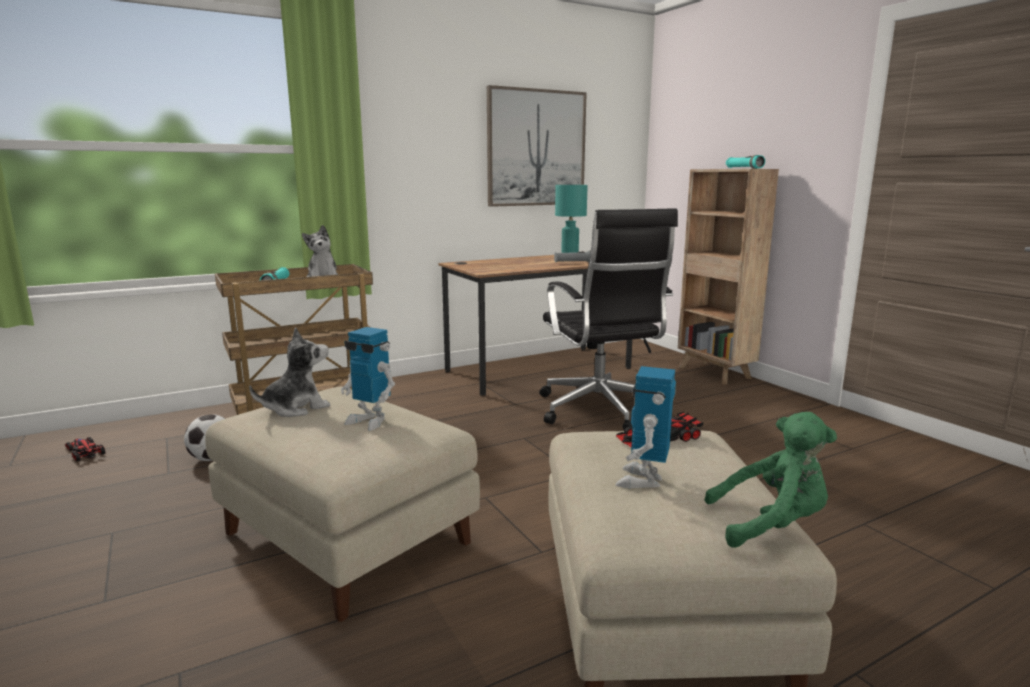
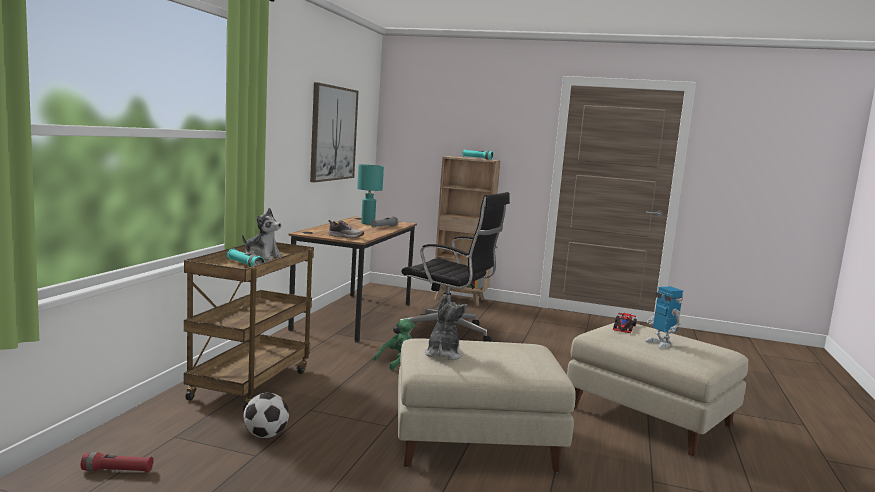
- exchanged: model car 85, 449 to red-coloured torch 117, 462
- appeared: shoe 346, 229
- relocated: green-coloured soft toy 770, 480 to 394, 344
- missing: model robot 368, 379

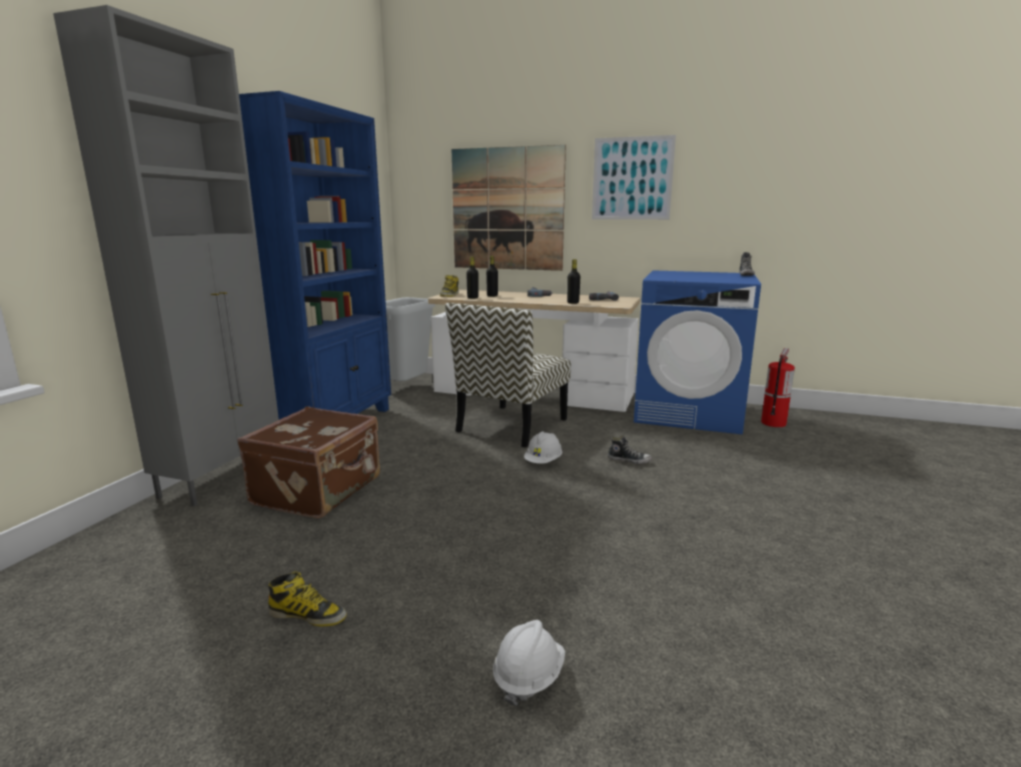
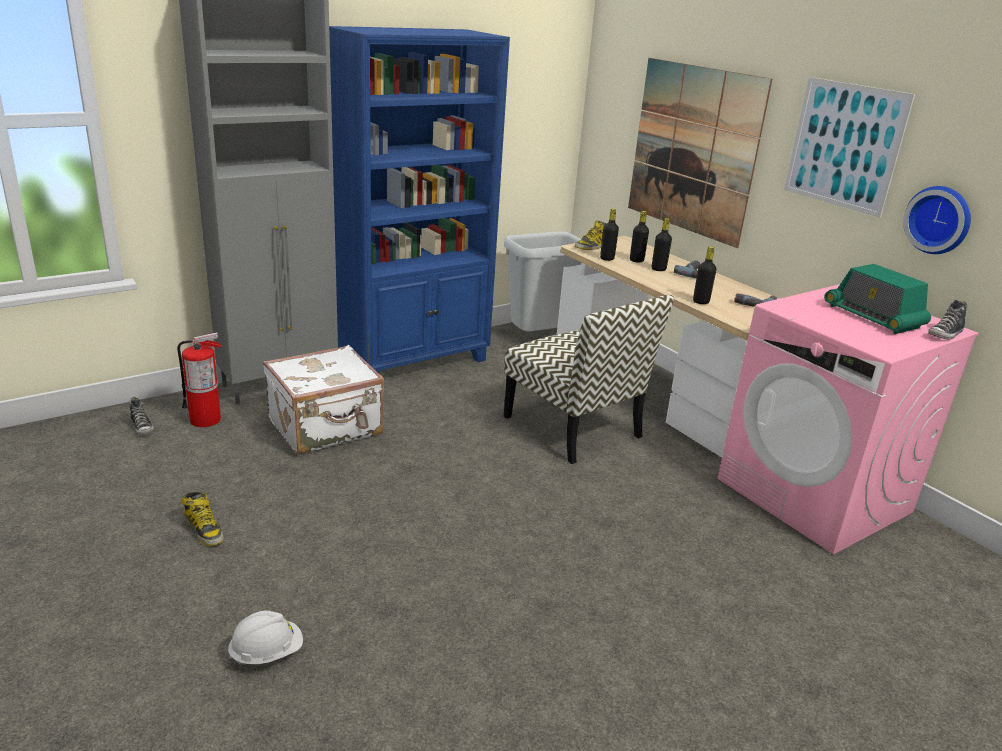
- relocated: shoe 630, 449 to 141, 416
- relocated: fire-fighting cylinder 778, 387 to 199, 379
- colour: brown-coloured travel case 308, 463 to white-coloured travel case 323, 400
- spun: chair 508, 375 = 589, 379 105 degrees counterclockwise
- appeared: blackish beverage bottle 662, 244
- colour: blue laundry appliance 697, 352 to pink laundry appliance 848, 419
- appeared: radio set 877, 299
- appeared: wall clock 937, 220
- missing: white-coloured safety helmet 543, 448

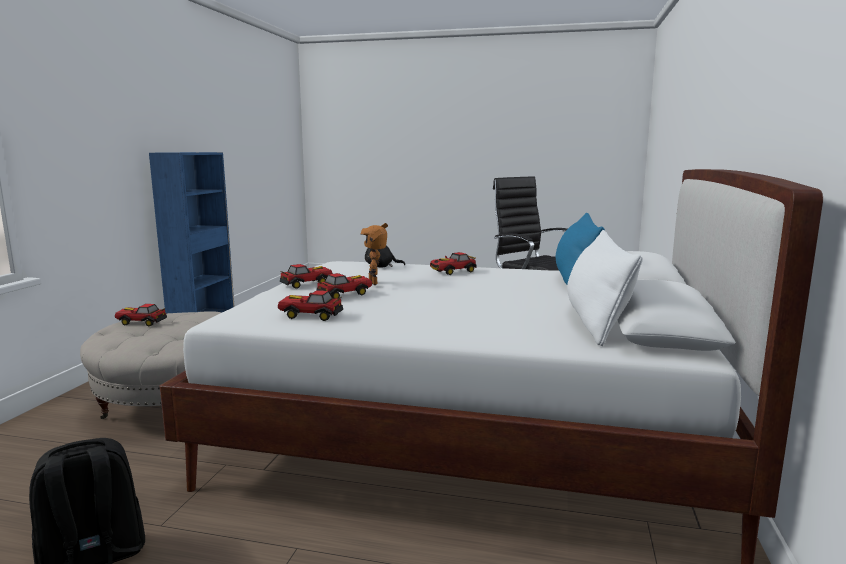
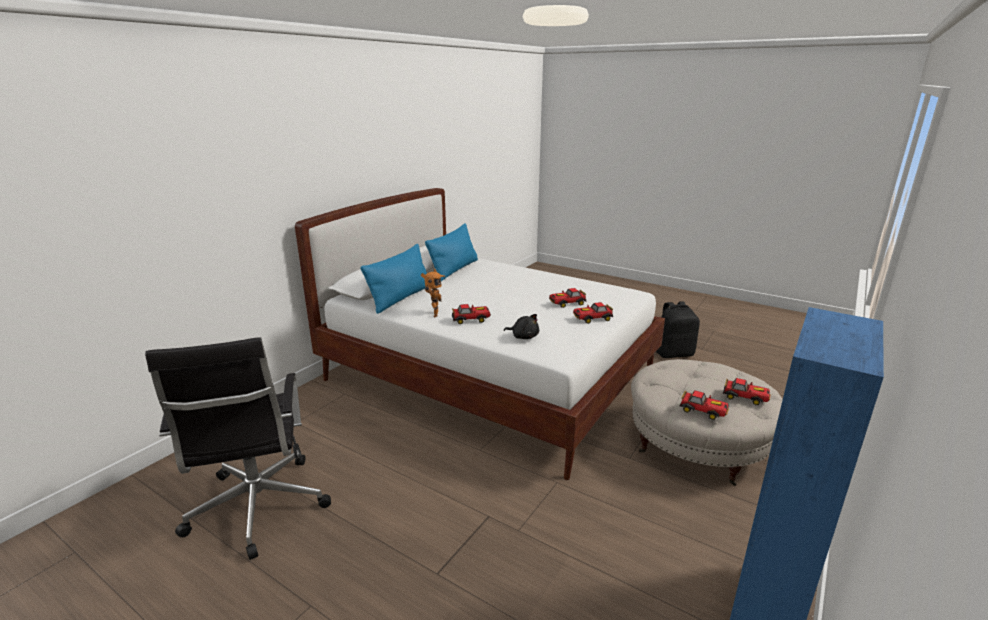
- relocated: model robot 374, 254 to 433, 293
- colour: white-coloured pillow 605, 288 to blue pillow 451, 252
- relocated: model car 310, 305 to 704, 405

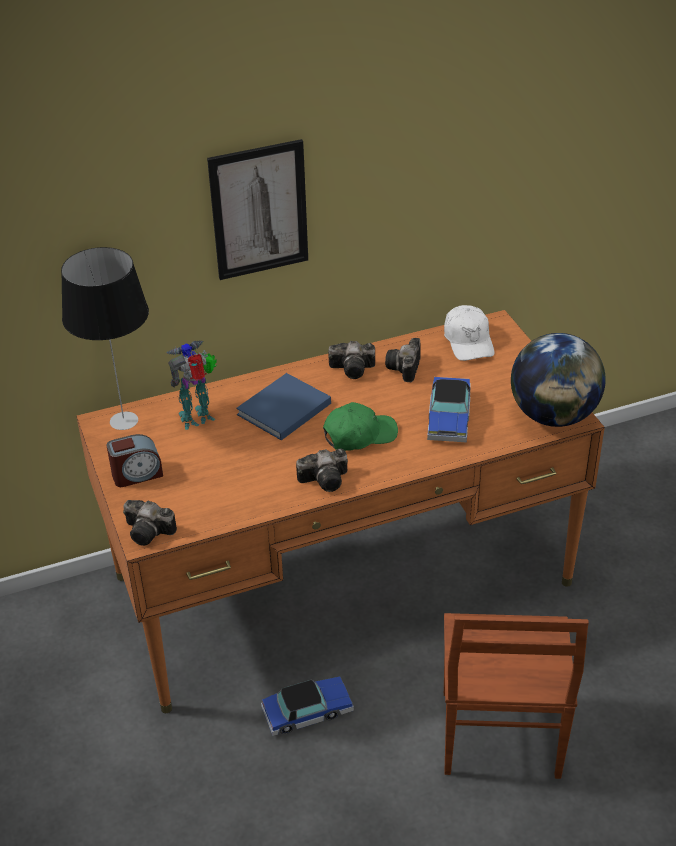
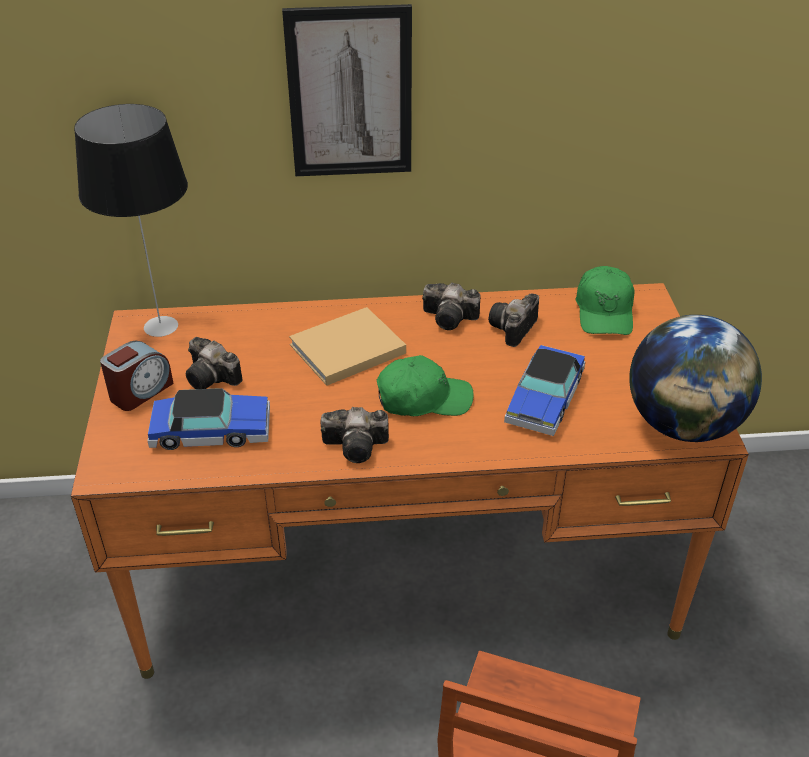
- spun: bedside clock 134, 460 = 137, 376 45 degrees counterclockwise
- relocated: model car 307, 706 to 208, 419
- relocated: photo camera 150, 523 to 214, 363
- colour: blue volume 283, 406 to sand-coloured volume 347, 346
- colour: white-coloured cap 469, 333 to green-coloured cap 604, 300
- missing: model robot 191, 385

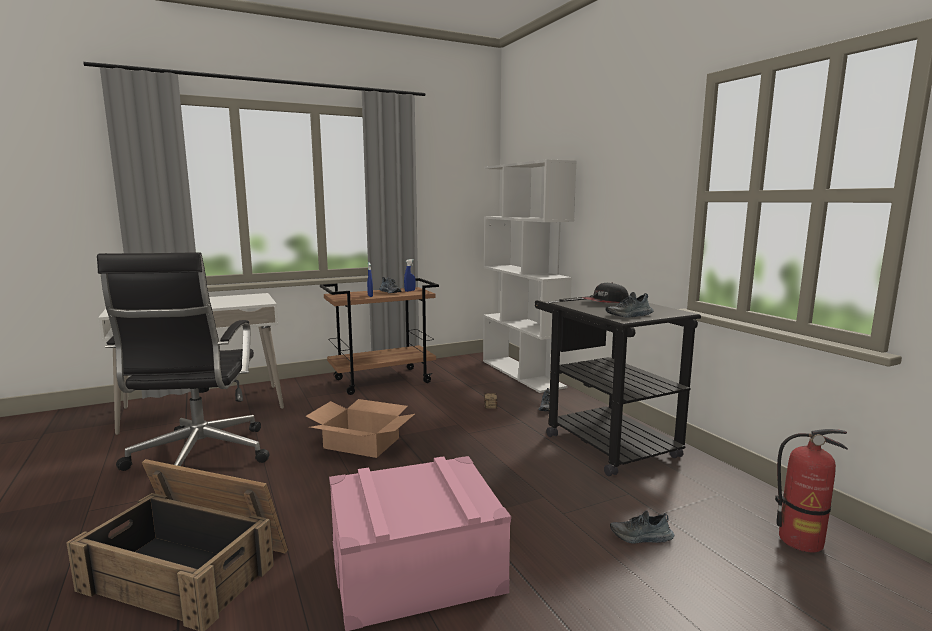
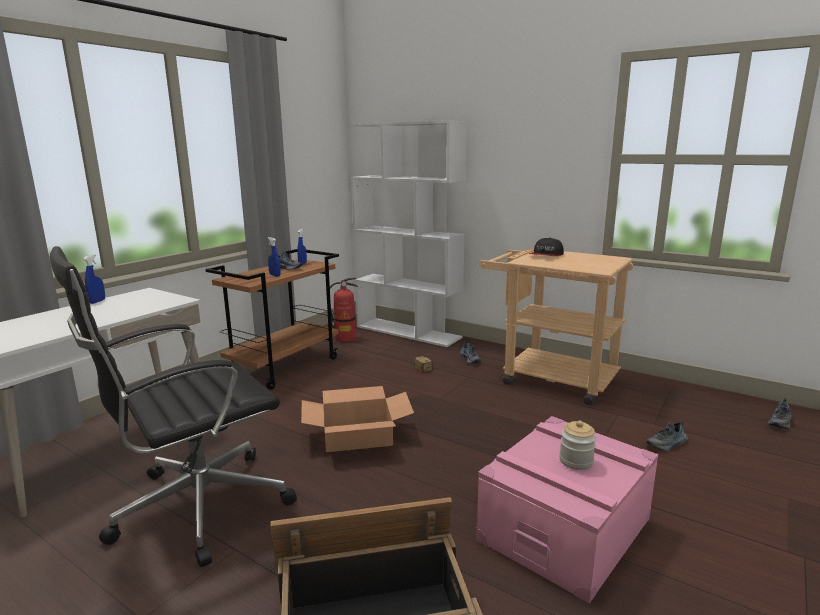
- spun: blackish computer chair 183, 361 = 173, 406 90 degrees clockwise
- appeared: blue hand sprayer 94, 279
- relocated: fire-fighting cylinder 811, 490 to 344, 310
- colour: blackish cart 618, 385 to sand-coloured cart 556, 327
- appeared: storage jar 577, 445
- relocated: shoe 630, 305 to 779, 413

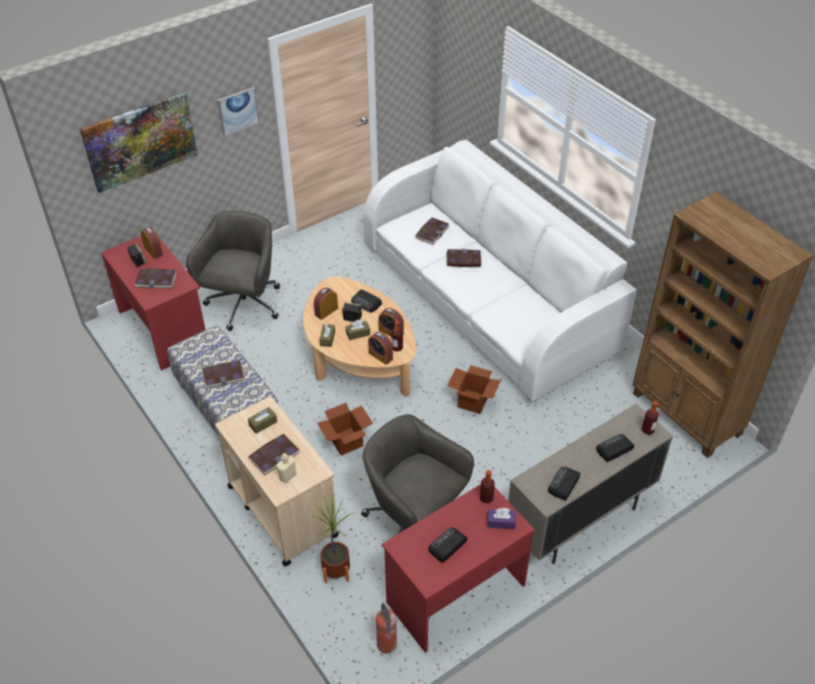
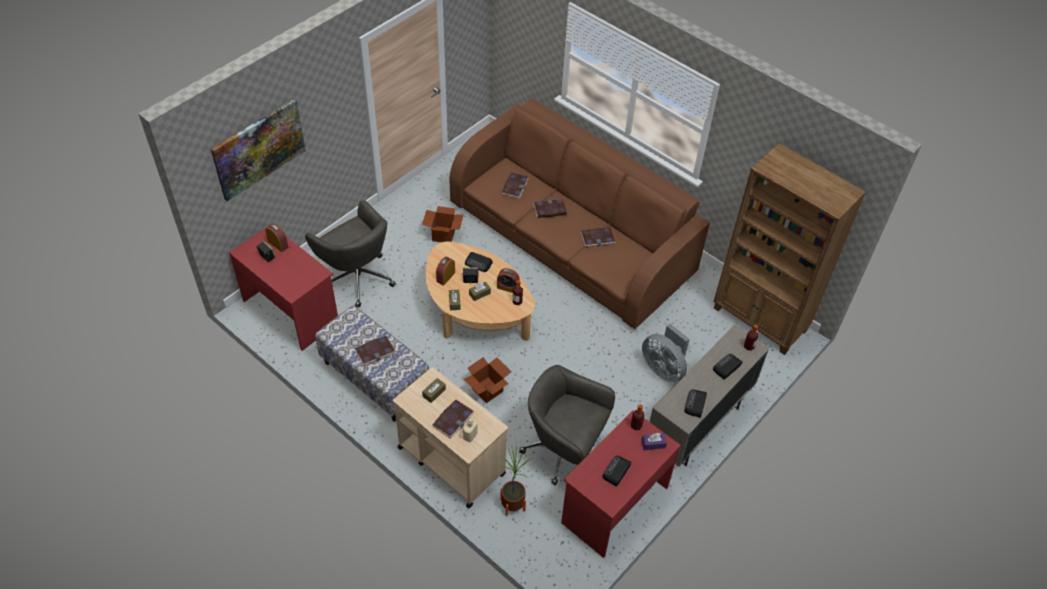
- spun: gray computer chair 233, 270 = 350, 254 135 degrees clockwise
- relocated: packing box 474, 389 to 443, 224
- colour: white-coloured settee 500, 271 to brown-coloured settee 579, 213
- relocated: volume 156, 278 to 598, 237
- appeared: gray cooling fan 666, 353
- missing: wall art 238, 111
- missing: bedside clock 380, 348
- missing: fire-fighting cylinder 386, 628

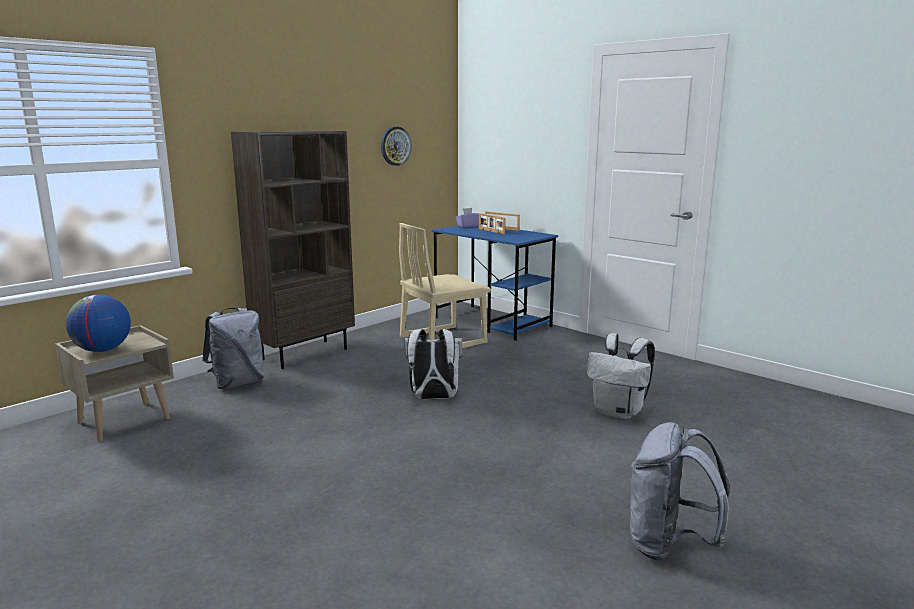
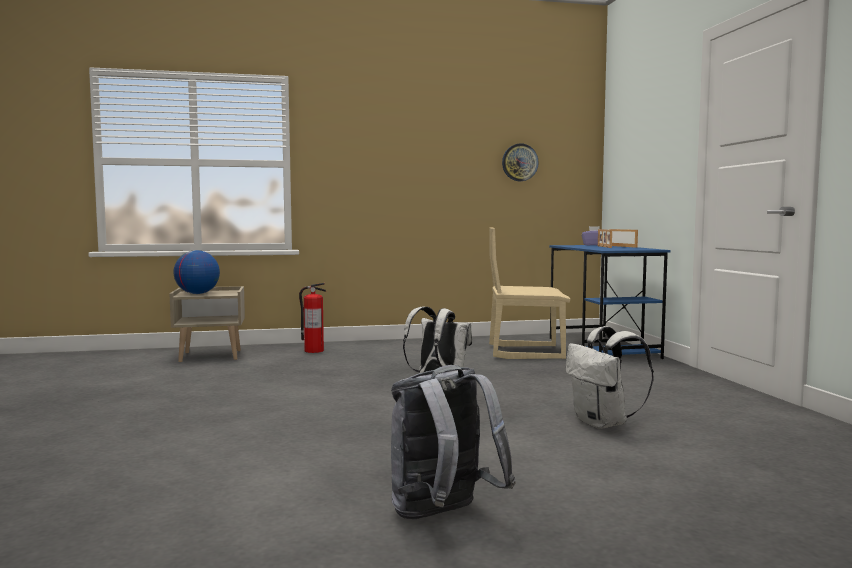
- exchanged: gray backpack 233, 348 to fire-fighting cylinder 312, 318
- missing: brown-coloured bookcase 293, 249

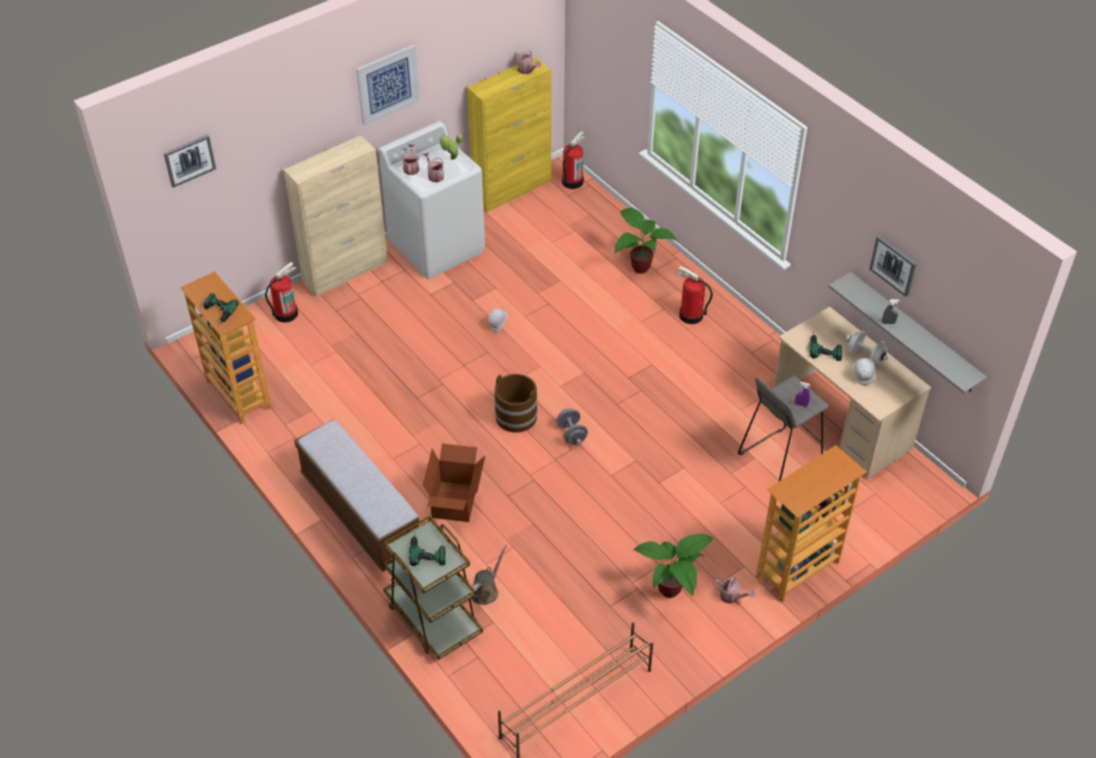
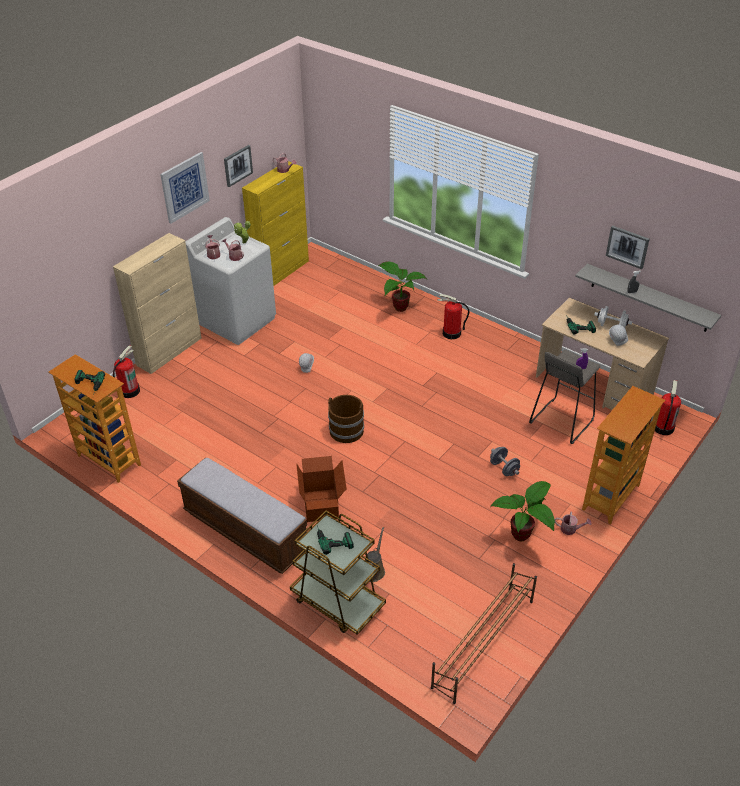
- relocated: wall art 190, 161 to 238, 166
- relocated: gray dumbbell 572, 427 to 505, 461
- relocated: fire-fighting cylinder 573, 160 to 668, 407

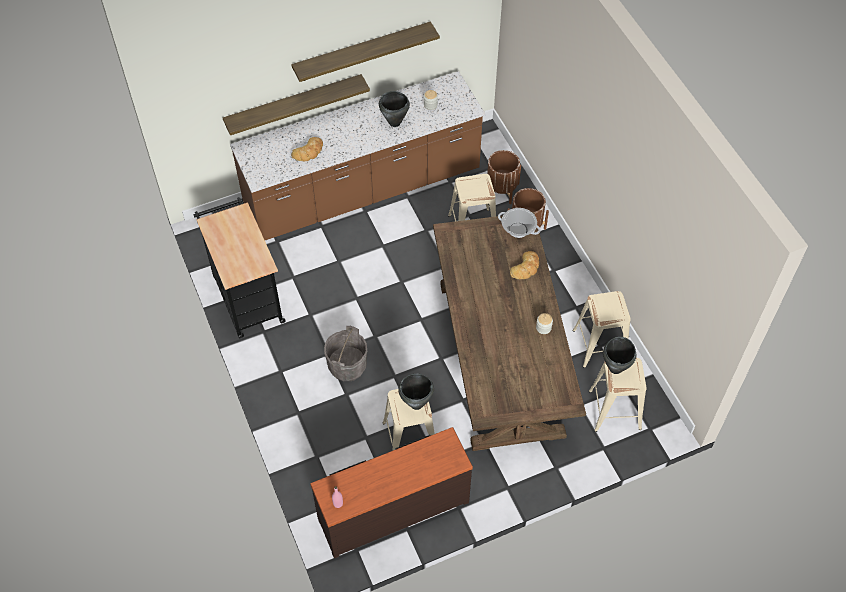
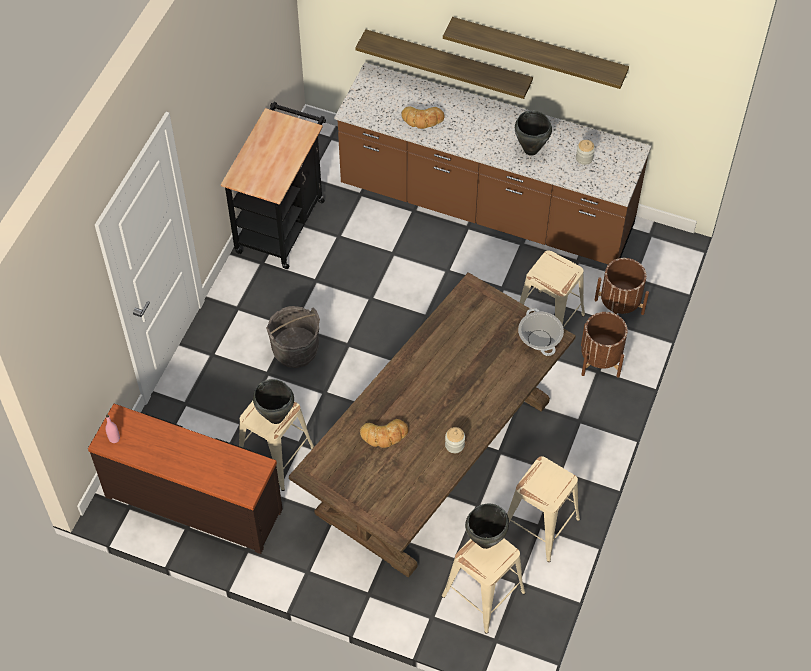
- relocated: bakery bread 524, 265 to 384, 433

